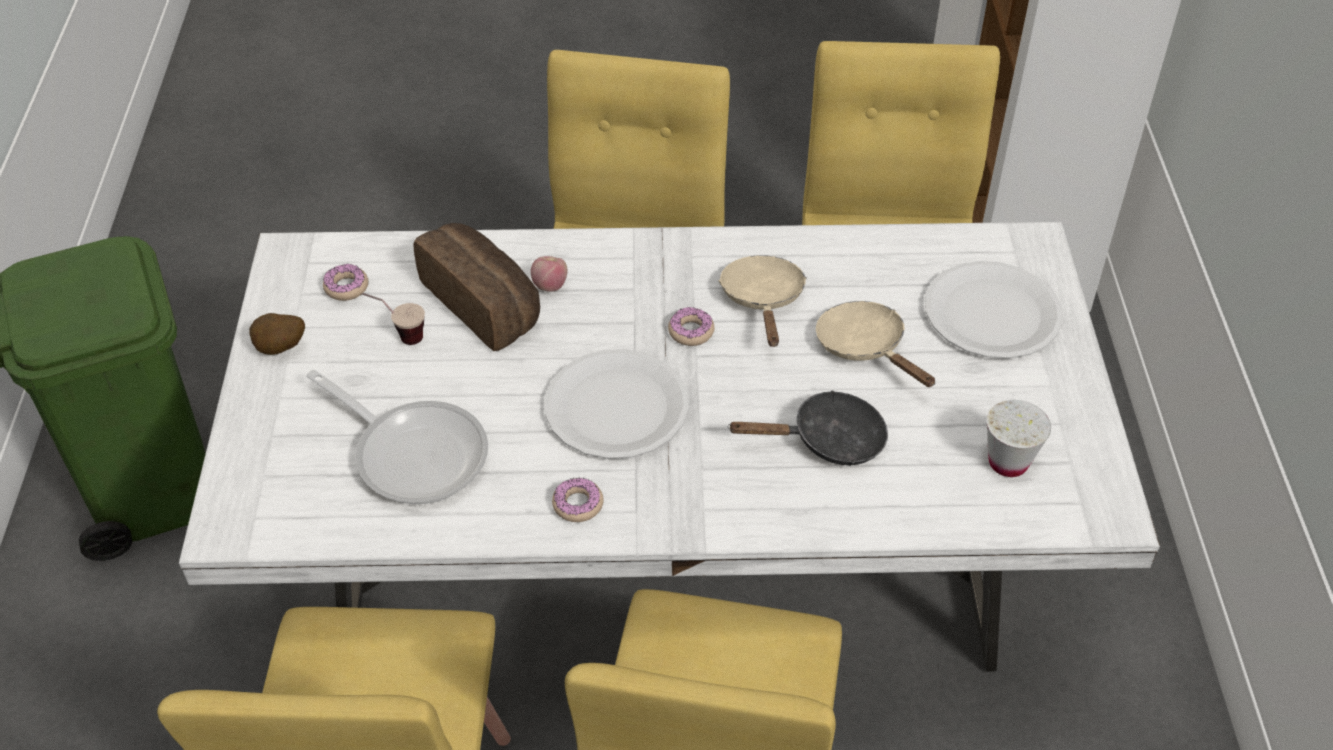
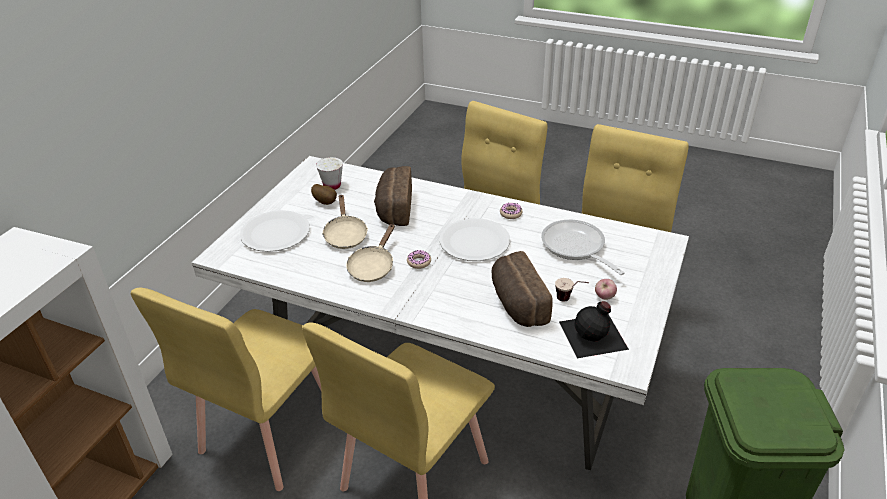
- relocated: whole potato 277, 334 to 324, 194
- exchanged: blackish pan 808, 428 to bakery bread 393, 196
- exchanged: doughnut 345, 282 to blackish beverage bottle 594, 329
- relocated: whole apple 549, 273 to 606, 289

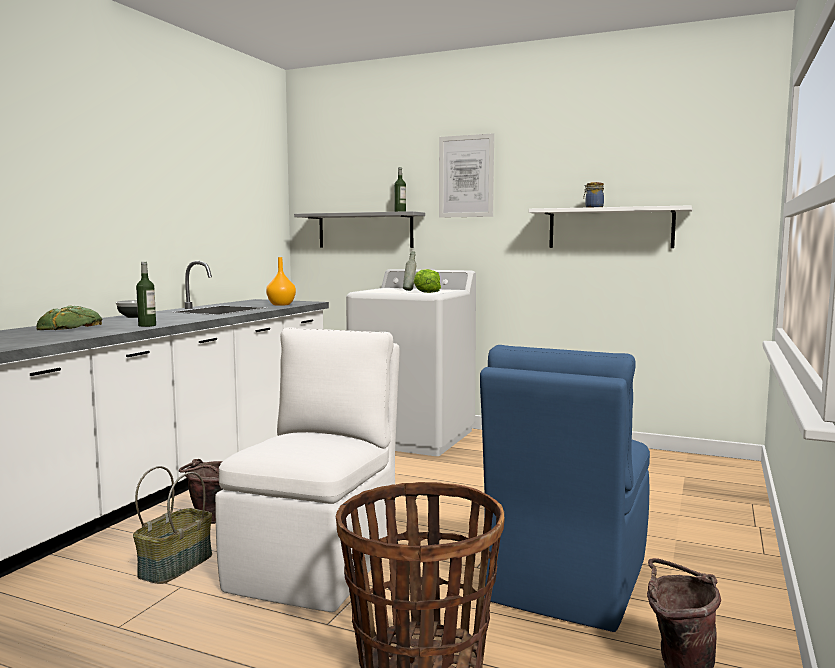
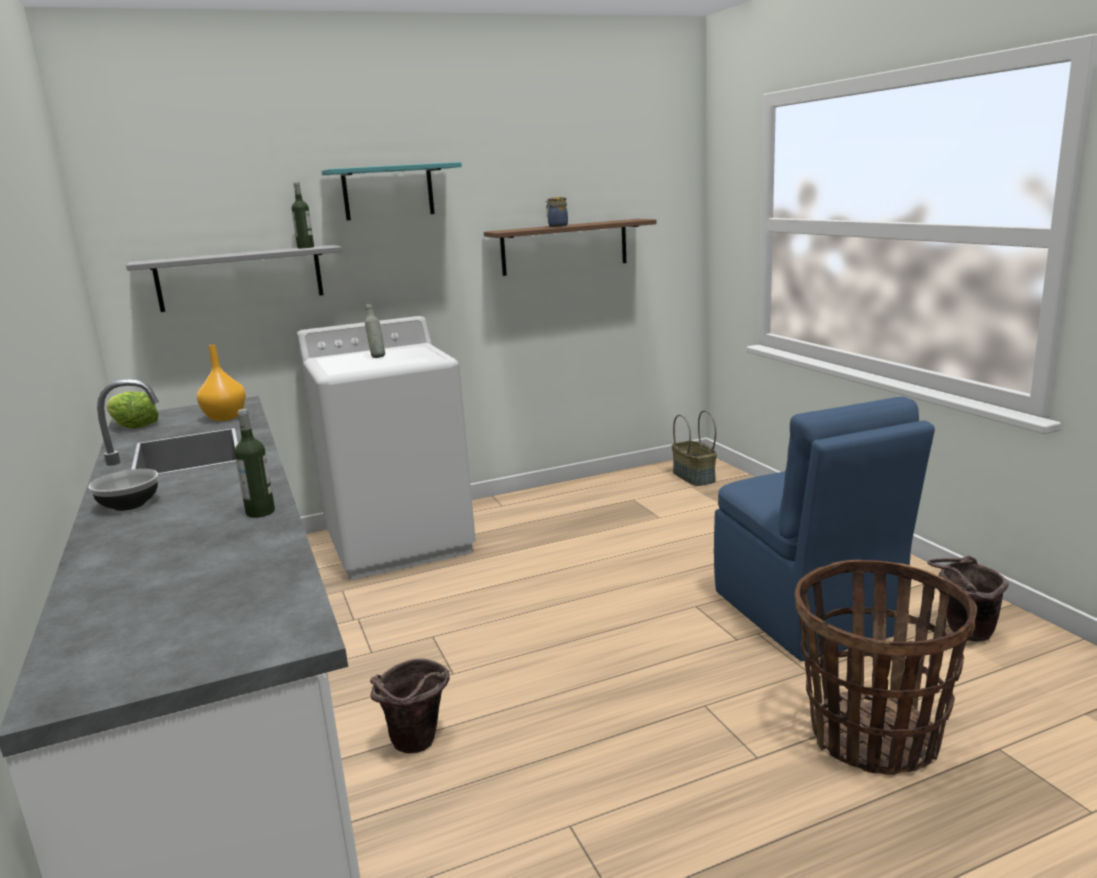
- relocated: lettuce head 427, 281 to 133, 410
- exchanged: wall art 466, 175 to blue-green shelf 391, 191
- colour: white-coloured shelf 610, 226 to brown-coloured shelf 570, 247
- relocated: household basket 172, 525 to 694, 448
- missing: bakery bread 69, 318
- missing: white-coloured chair 307, 469

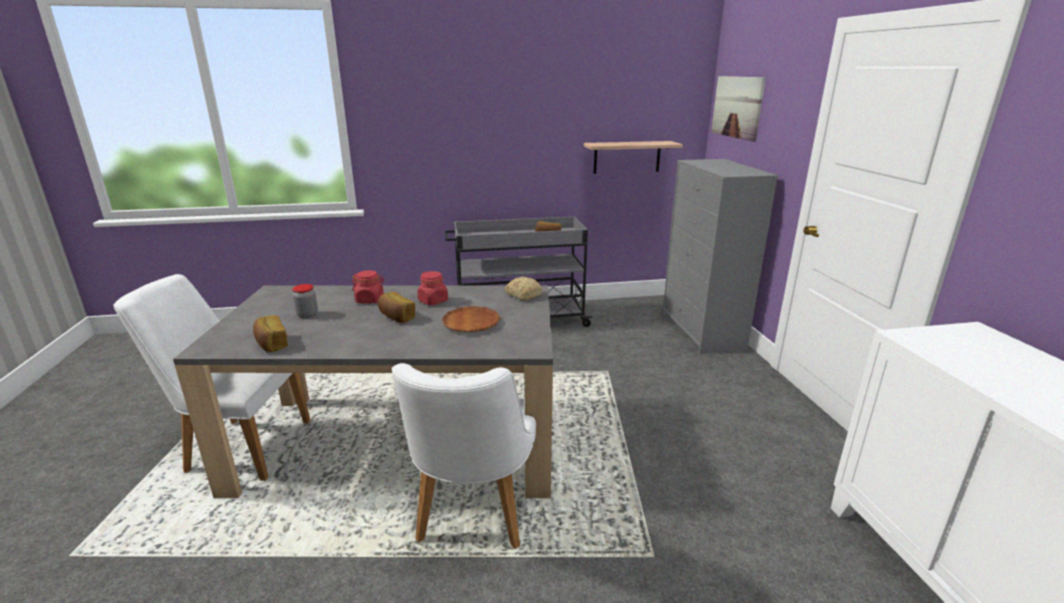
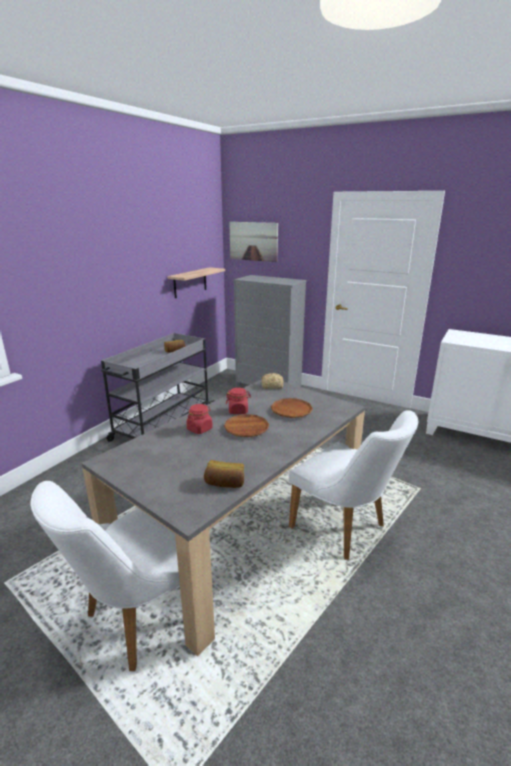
- exchanged: bakery bread 396, 307 to brown-coloured plate 246, 425
- missing: storage jar 305, 301

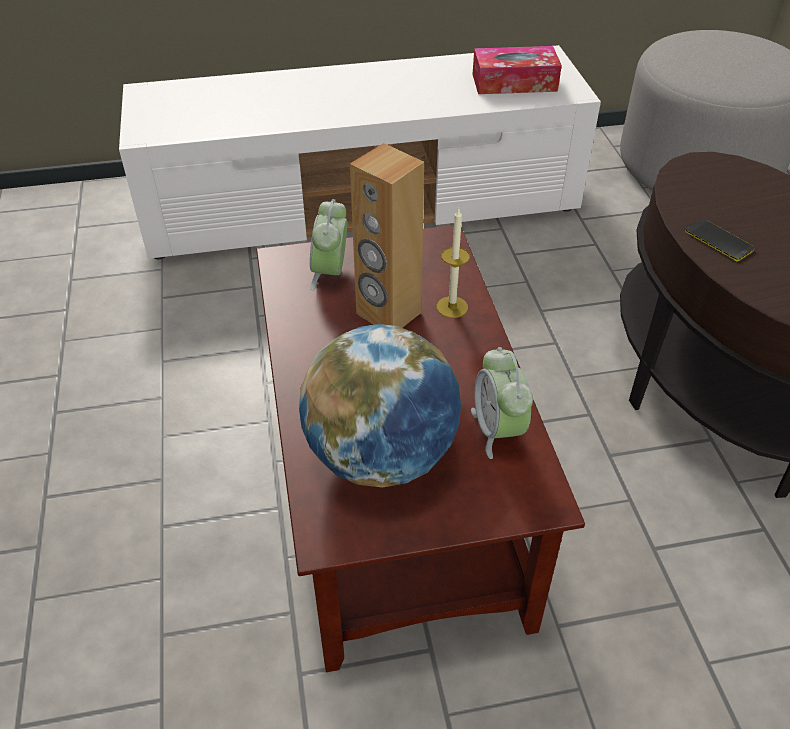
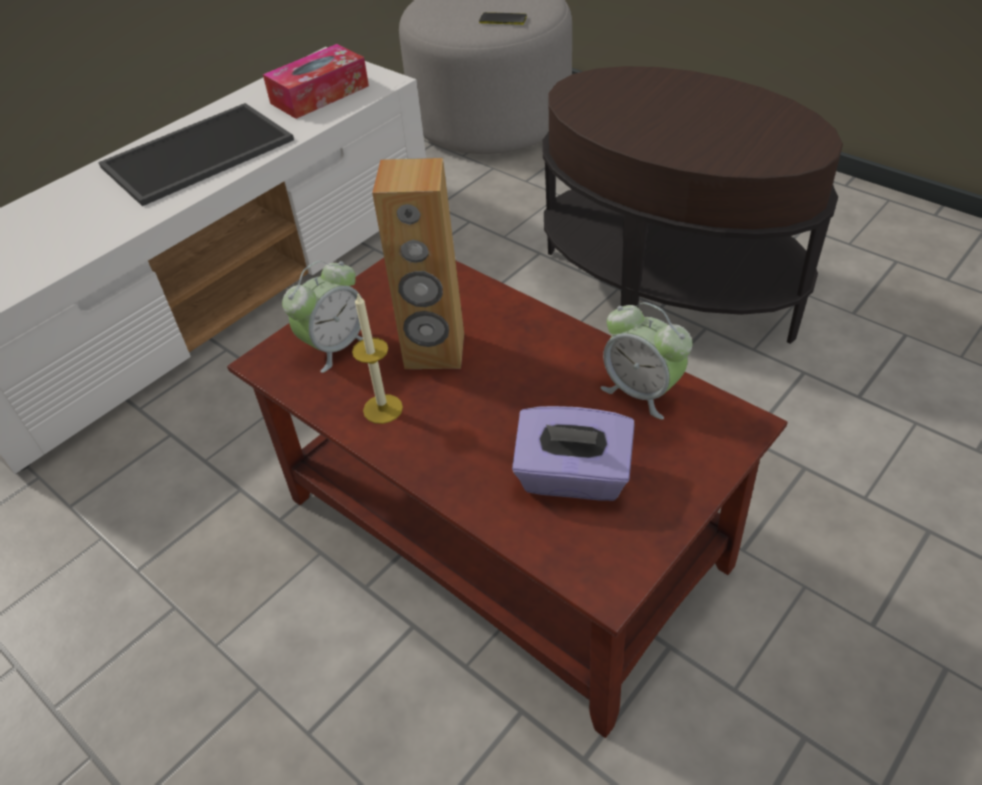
- appeared: carrying tray 196, 154
- spun: bedside clock 328, 244 = 322, 317 105 degrees counterclockwise
- relocated: wax candle 453, 263 to 377, 359
- relocated: telephone 720, 240 to 503, 18
- exchanged: globe 380, 406 to purple-coloured tissue box 573, 453

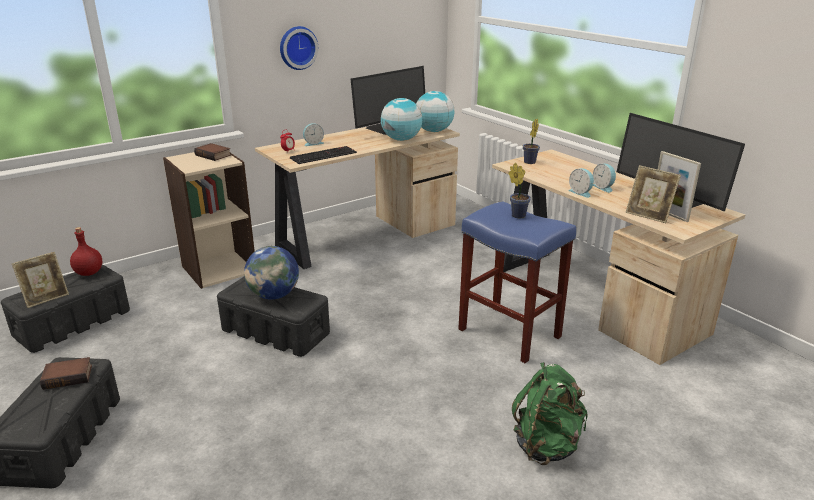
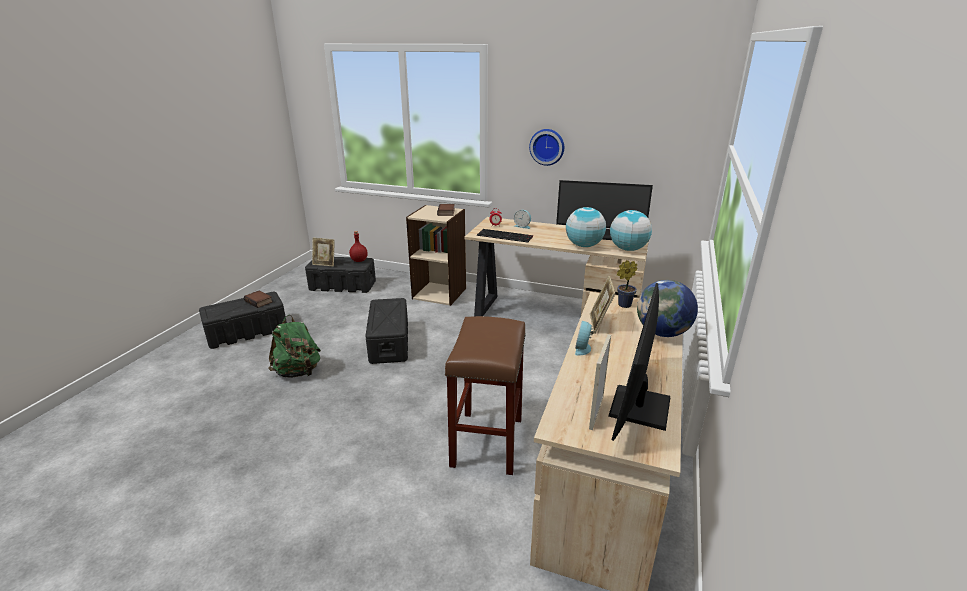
- relocated: green-coloured backpack 550, 413 to 295, 346
- colour: blue stool 517, 282 to brown-coloured stool 485, 395
- relocated: picture frame 653, 194 to 602, 305
- relocated: globe 271, 272 to 667, 308
- missing: plant in a pot 519, 190
- missing: bedside clock 604, 178

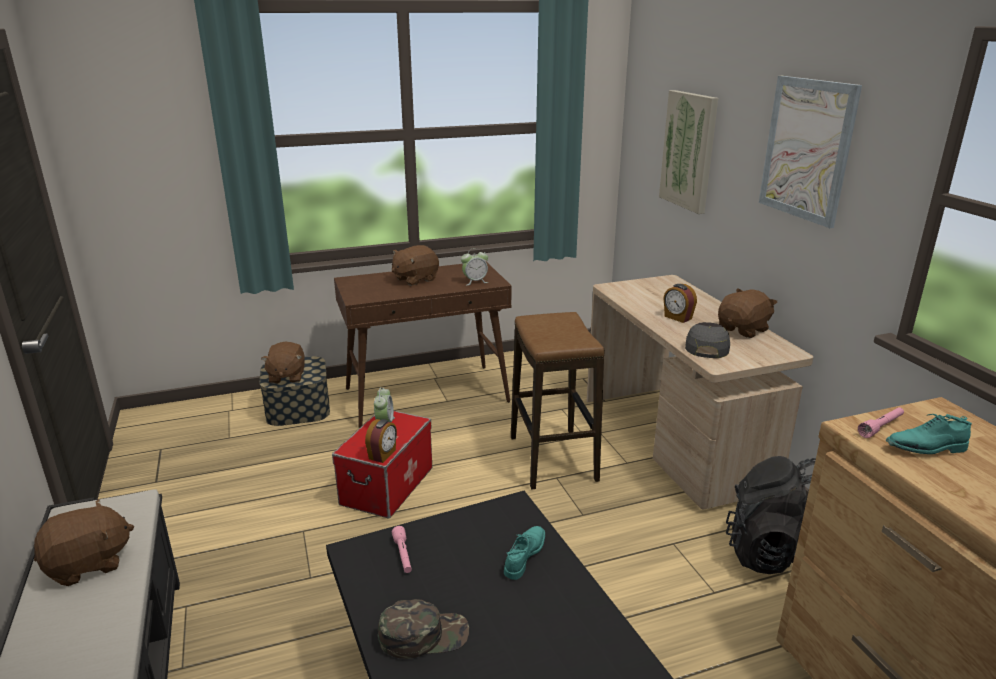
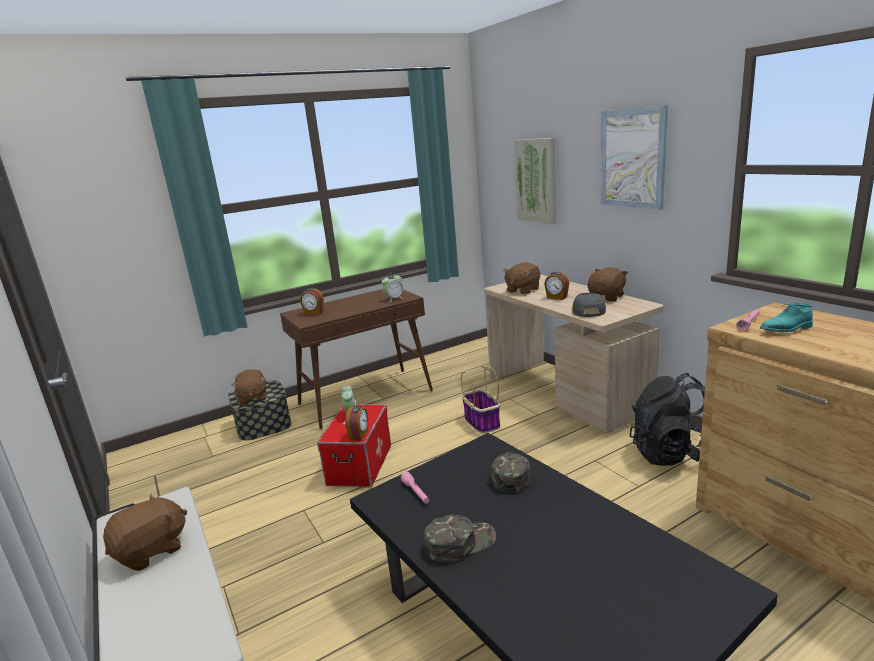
- appeared: bedside clock 312, 301
- exchanged: stool 558, 400 to household basket 480, 399
- exchanged: blue-green shoe 524, 553 to green-coloured cap 511, 472
- relocated: brown-coloured soft toy 415, 265 to 521, 278

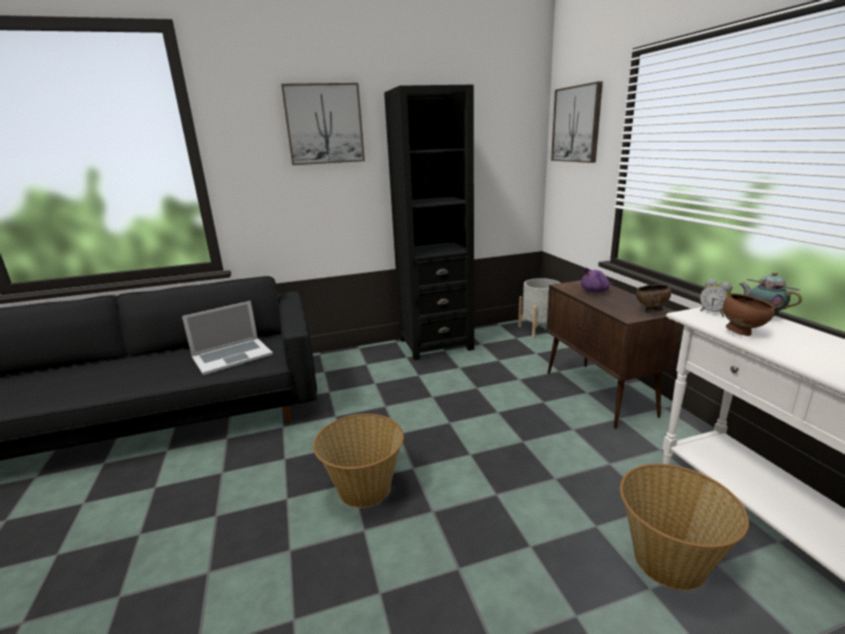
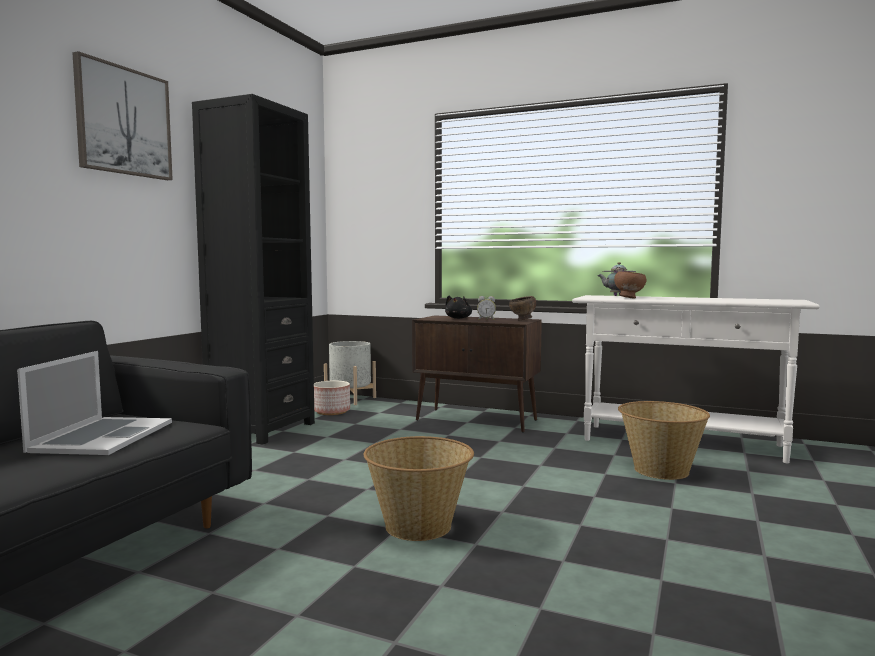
- appeared: flower pot 332, 398
- colour: purple-coloured soft toy 597, 280 to blackish soft toy 458, 307
- relocated: bedside clock 716, 298 to 486, 308
- missing: wall art 577, 122

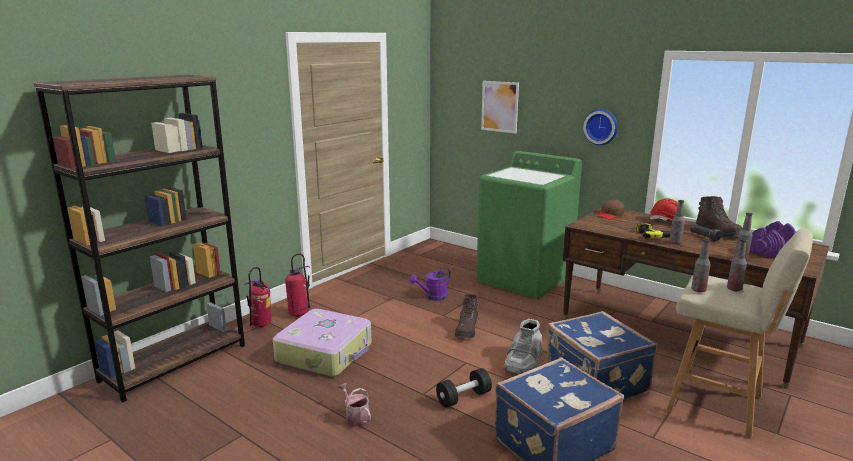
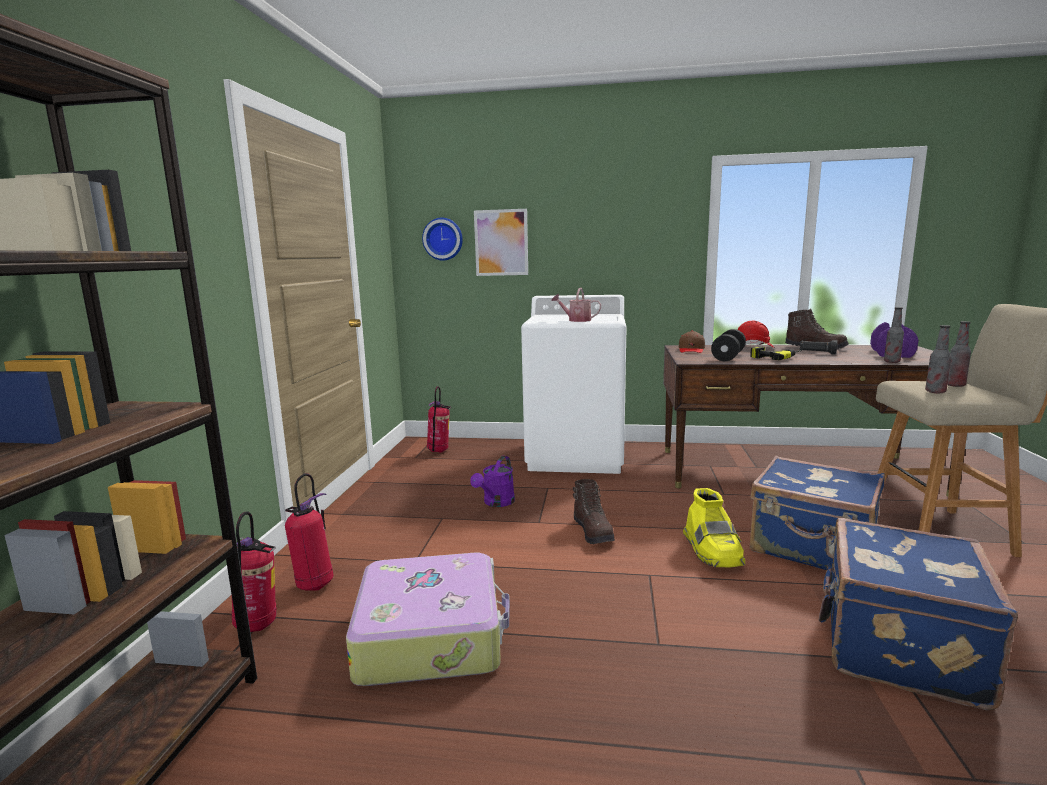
- relocated: wall clock 600, 127 to 442, 239
- appeared: fire-fighting cylinder 439, 419
- colour: green-coloured laundry appliance 529, 225 to white-coloured laundry appliance 574, 384
- relocated: sprinkling can 354, 405 to 576, 305
- colour: gray tall boot 523, 346 to yellow tall boot 714, 527
- relocated: blackish dumbbell 464, 388 to 728, 345
- missing: beverage bottle 677, 222

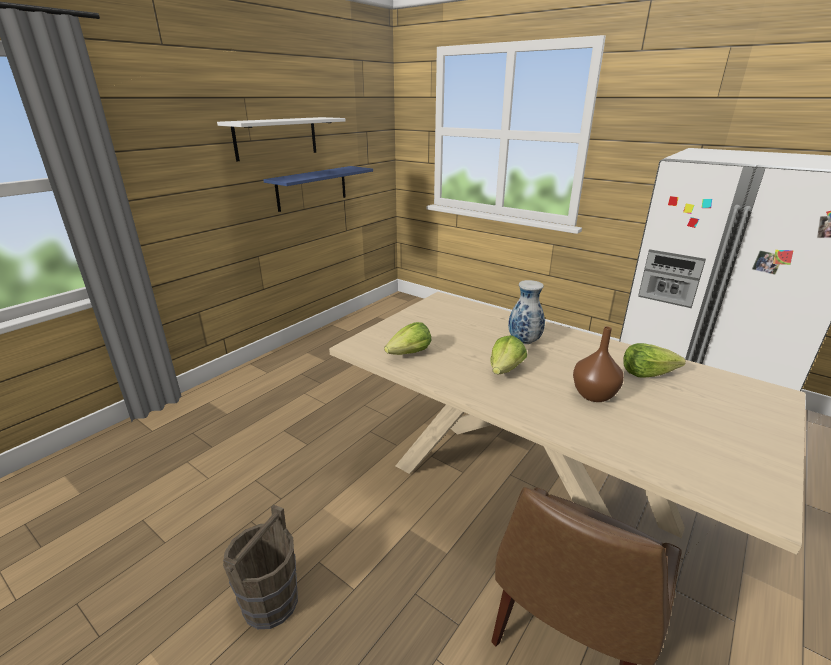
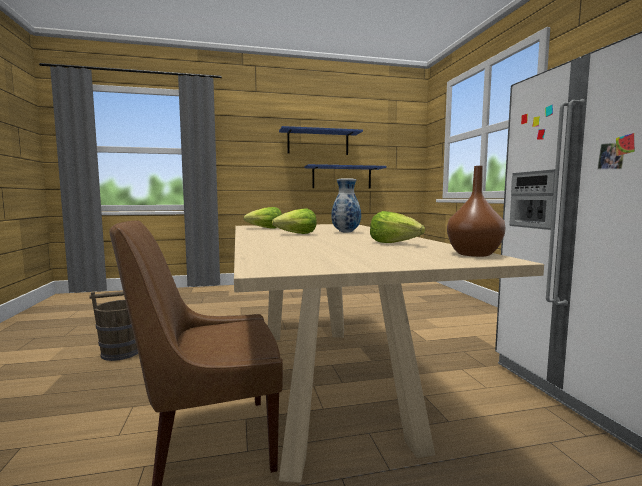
- colour: white-coloured shelf 281, 139 to blue shelf 321, 140
- relocated: brown-coloured decorative vase 598, 364 to 476, 211

